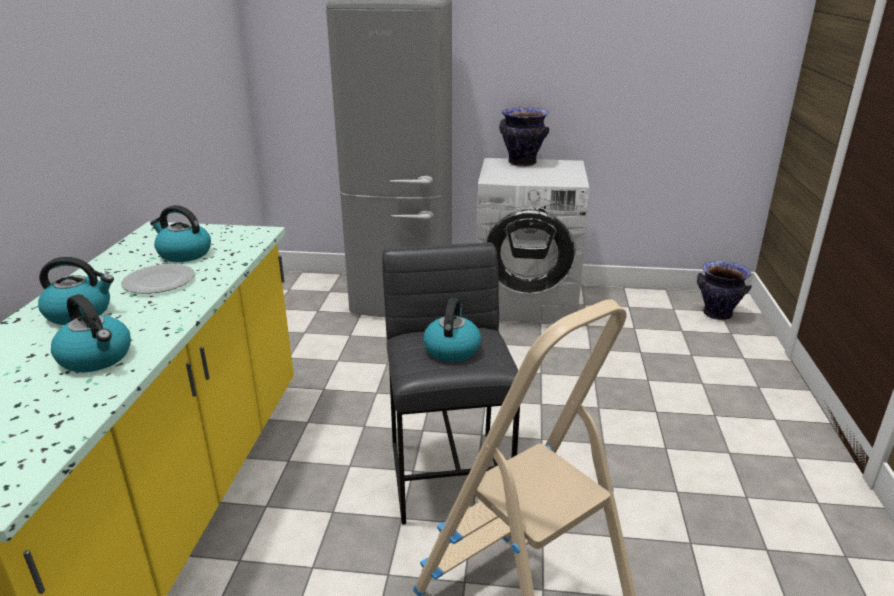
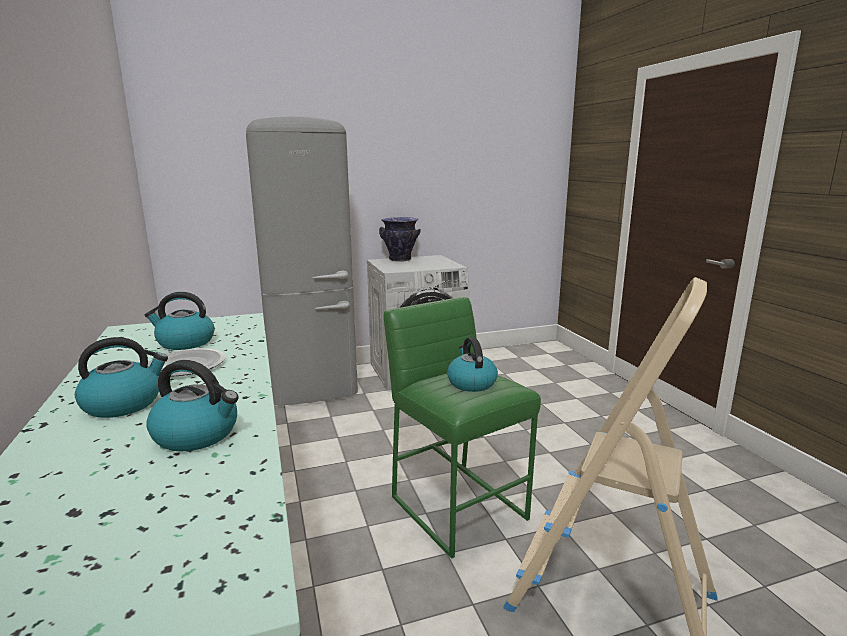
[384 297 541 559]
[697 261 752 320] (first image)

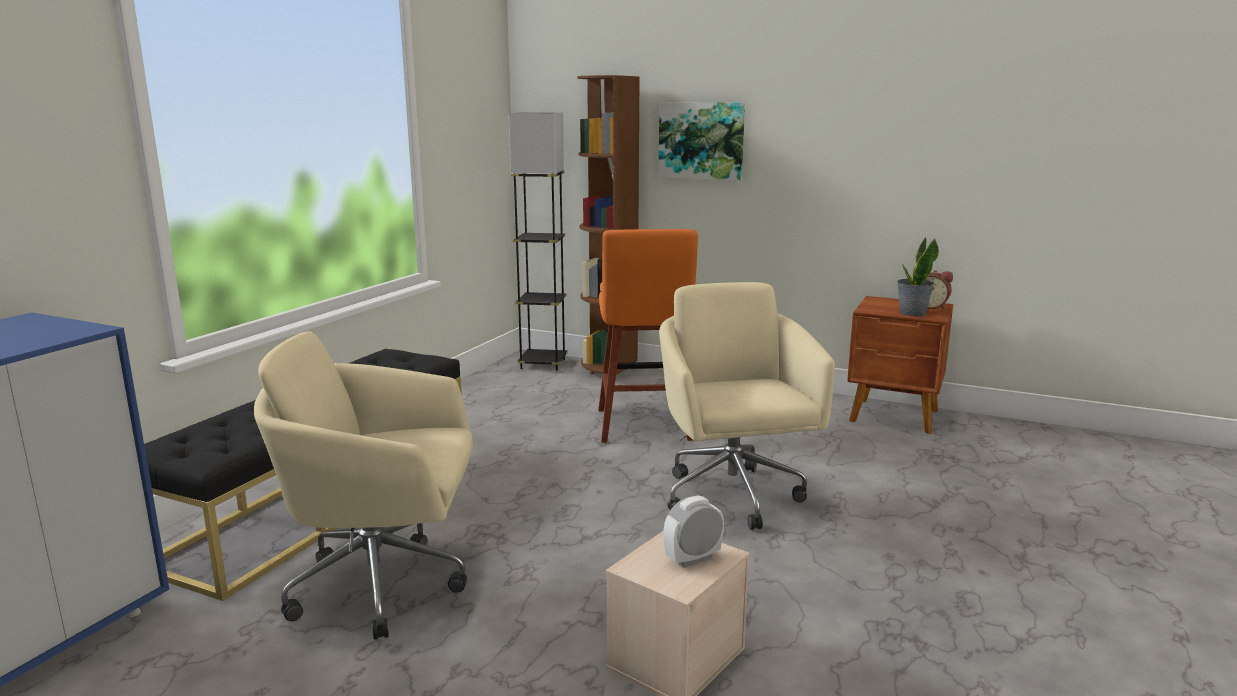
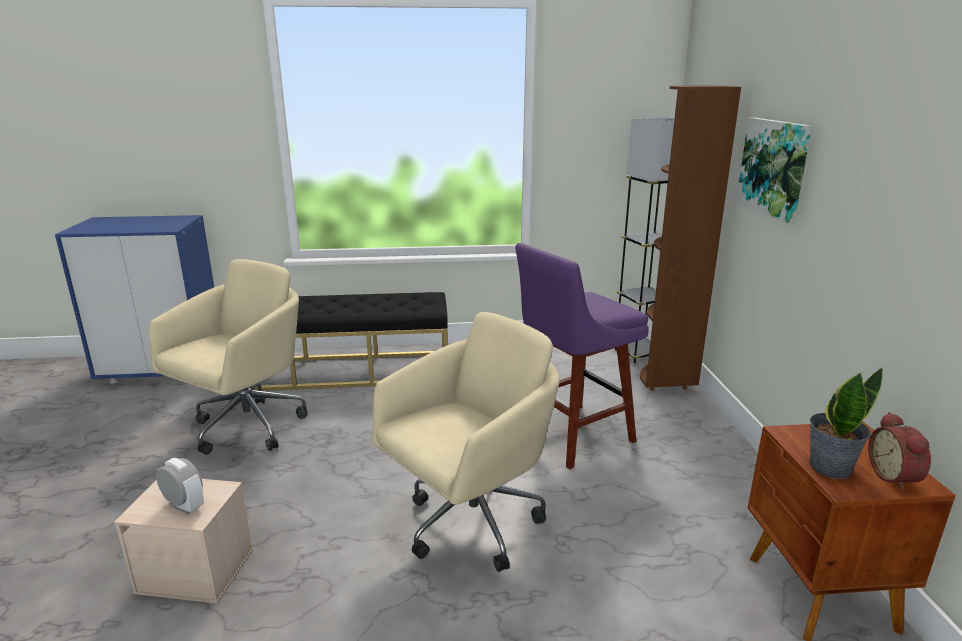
[516 243 649 470]
[149 259 308 454]

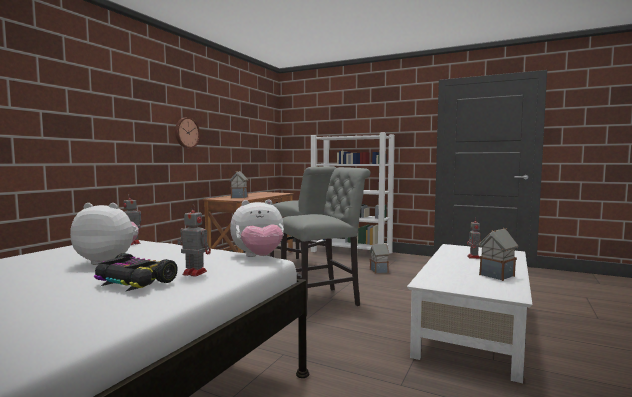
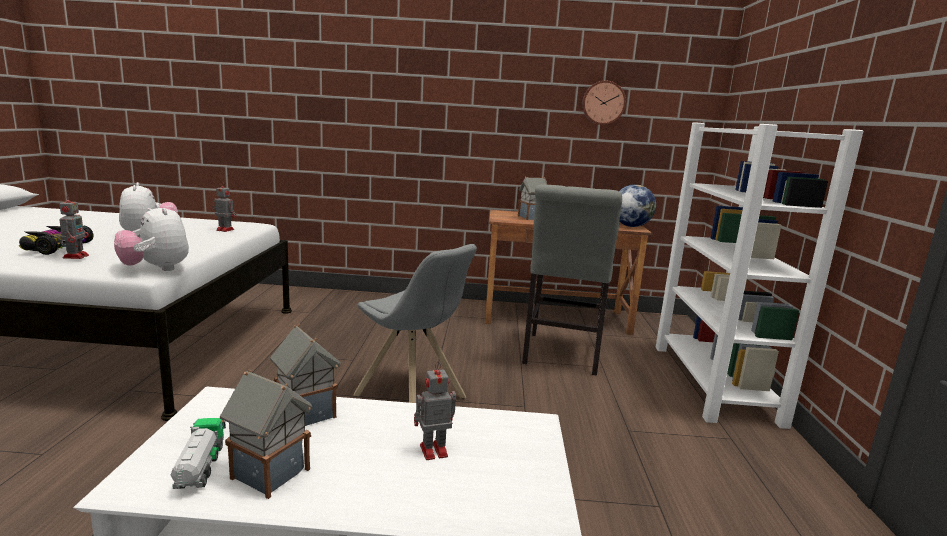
[582 80 626 125]
[353 244 477 403]
[270 324 341 426]
[619 184 656 227]
[171 418 226 489]

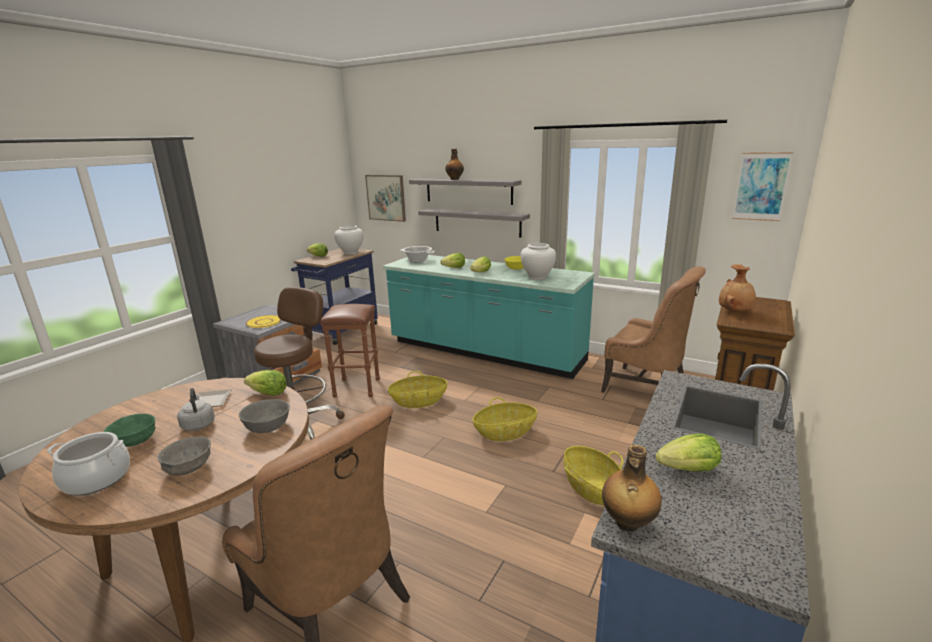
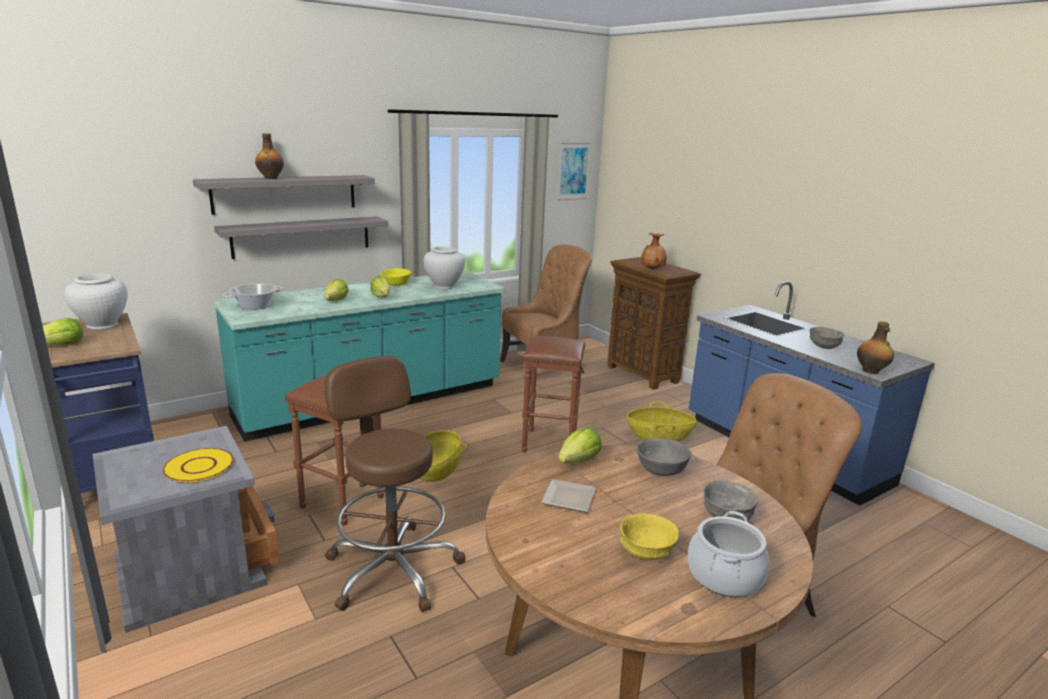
[365 175 406 222] (first image)
[177 388 215 431] (first image)
[522 336 585 452]
[620 513 679 560]
[809 327 845 349]

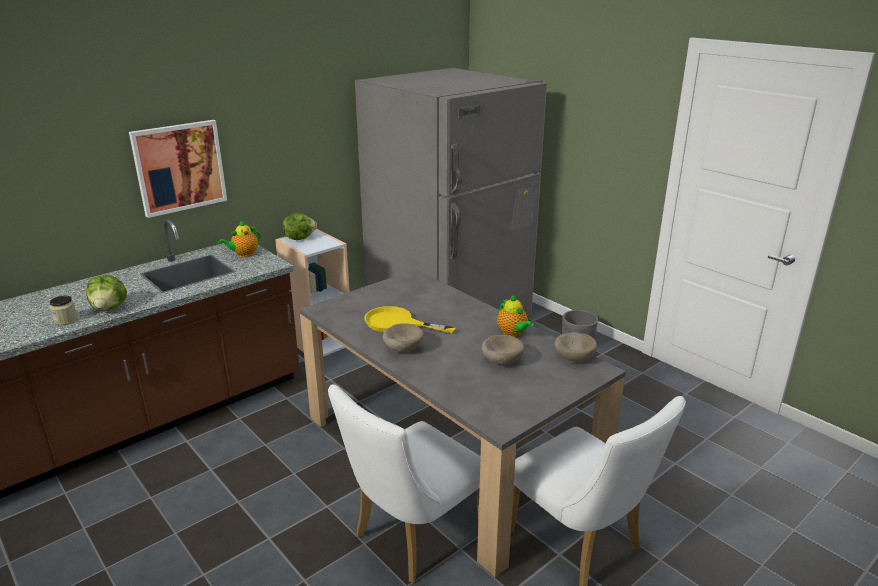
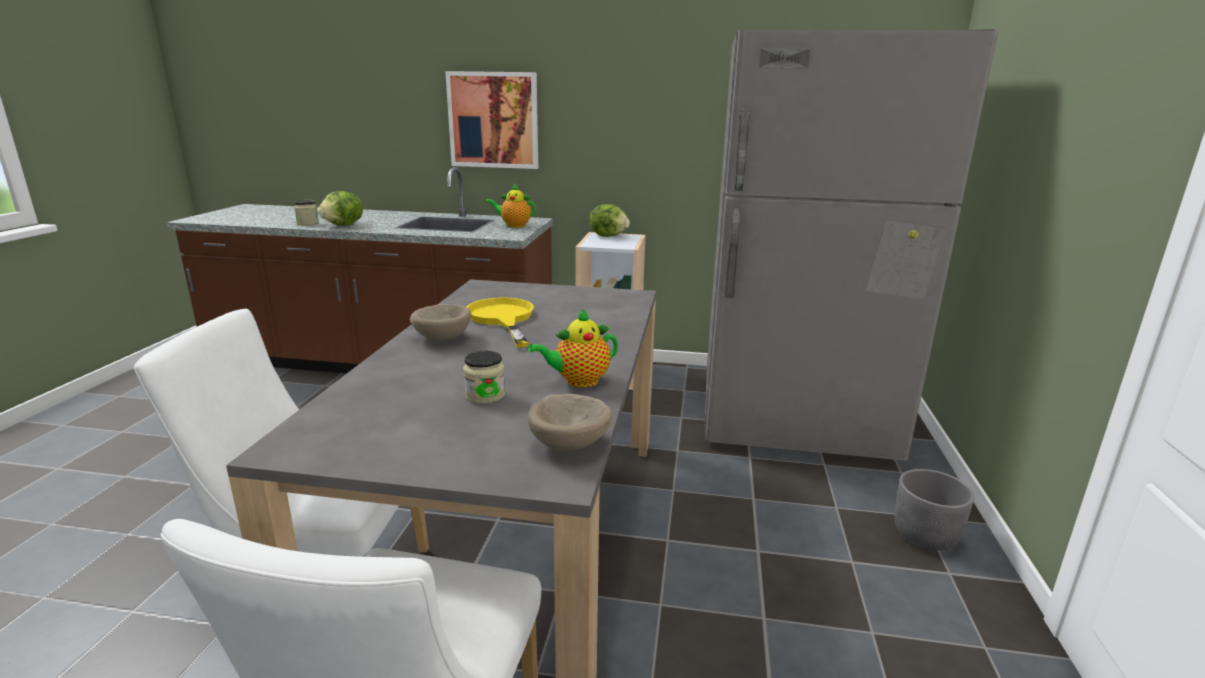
[528 309 618 387]
[463 351 505 404]

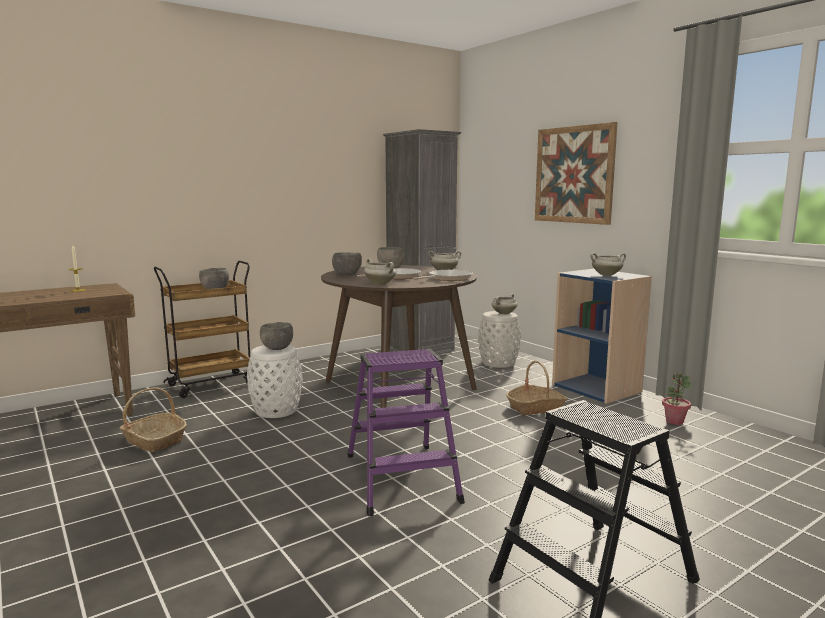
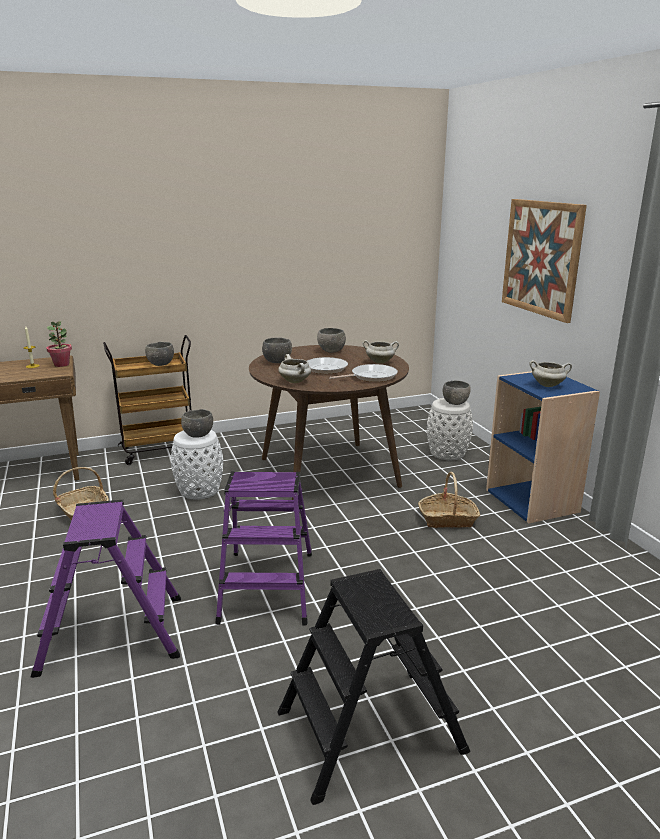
[383 129 461 354] (first image)
[443 380 471 405]
[47 321 72 367]
[31 500 181 678]

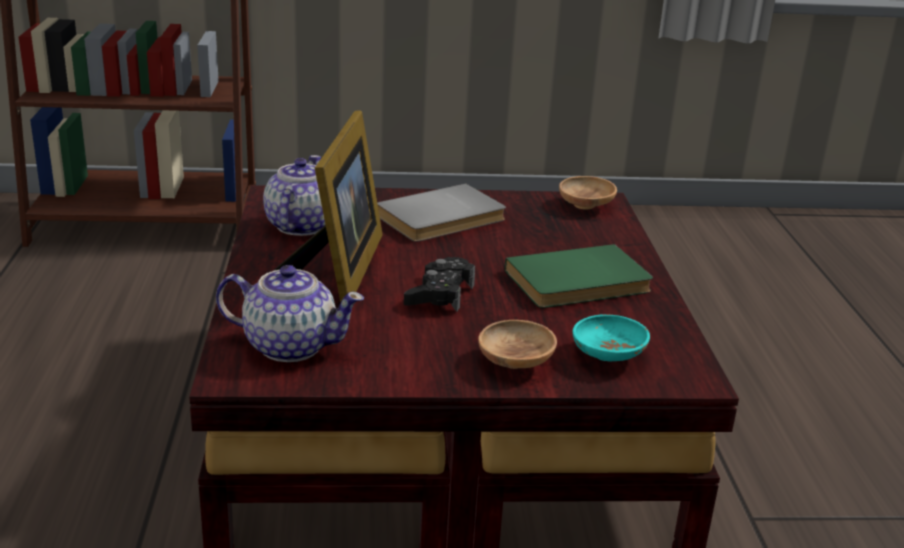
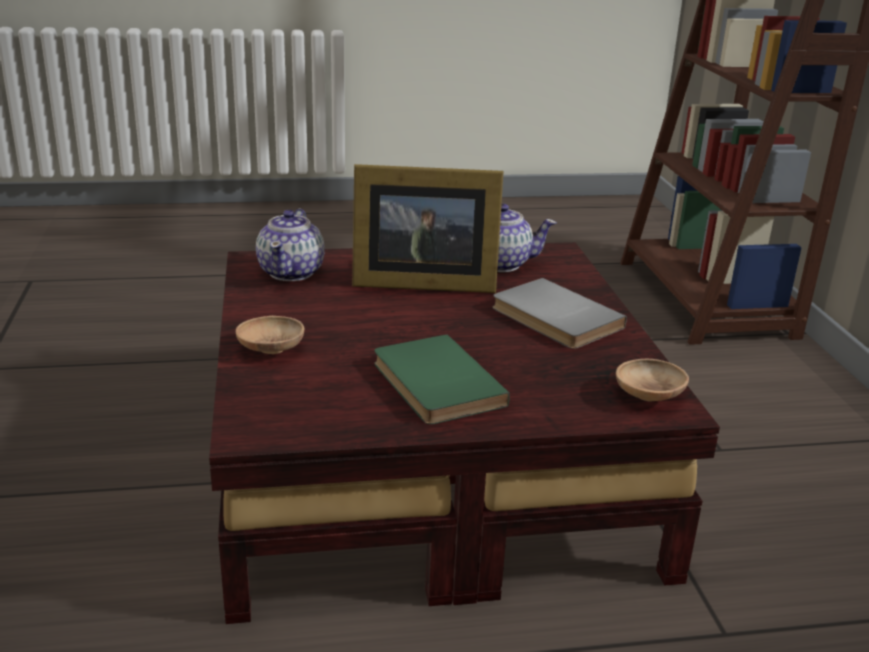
[404 257 475 312] (first image)
[572 314 650 361] (first image)

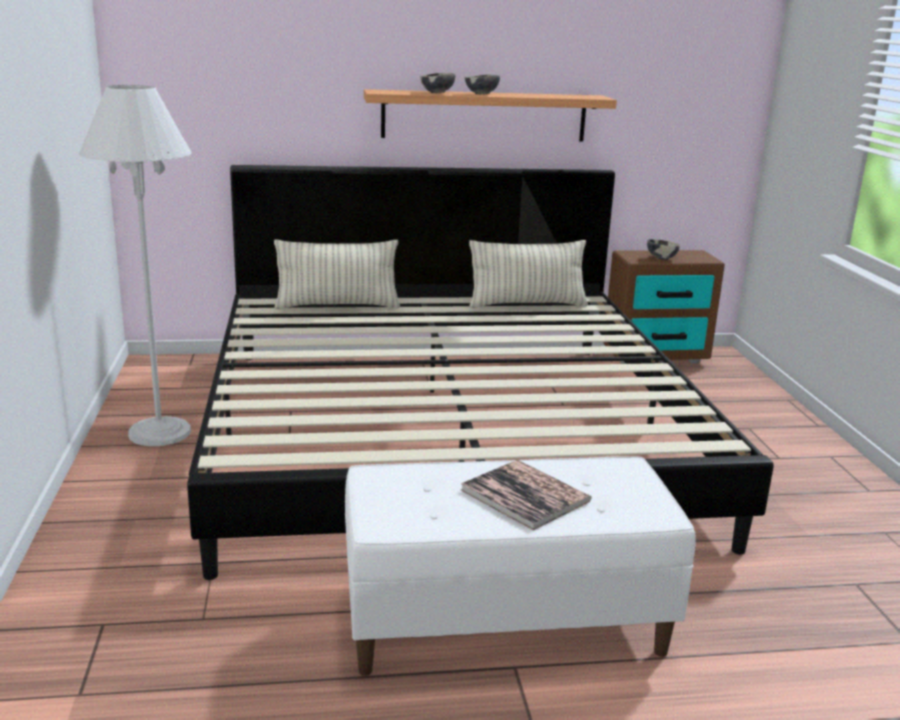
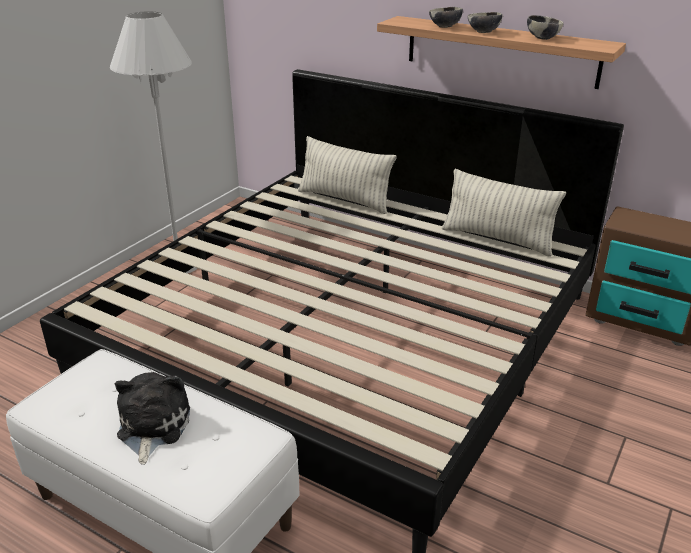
[527 15 564 40]
[115 372 190 465]

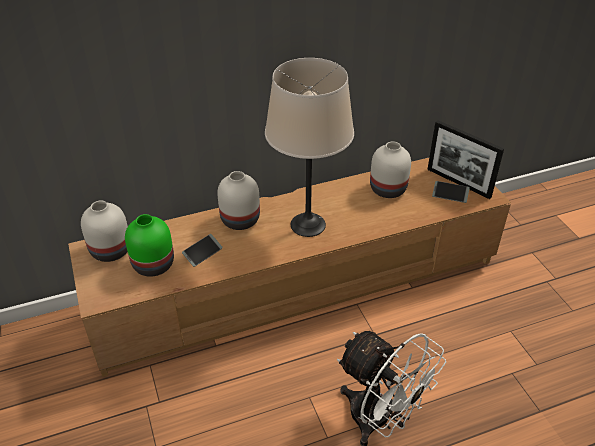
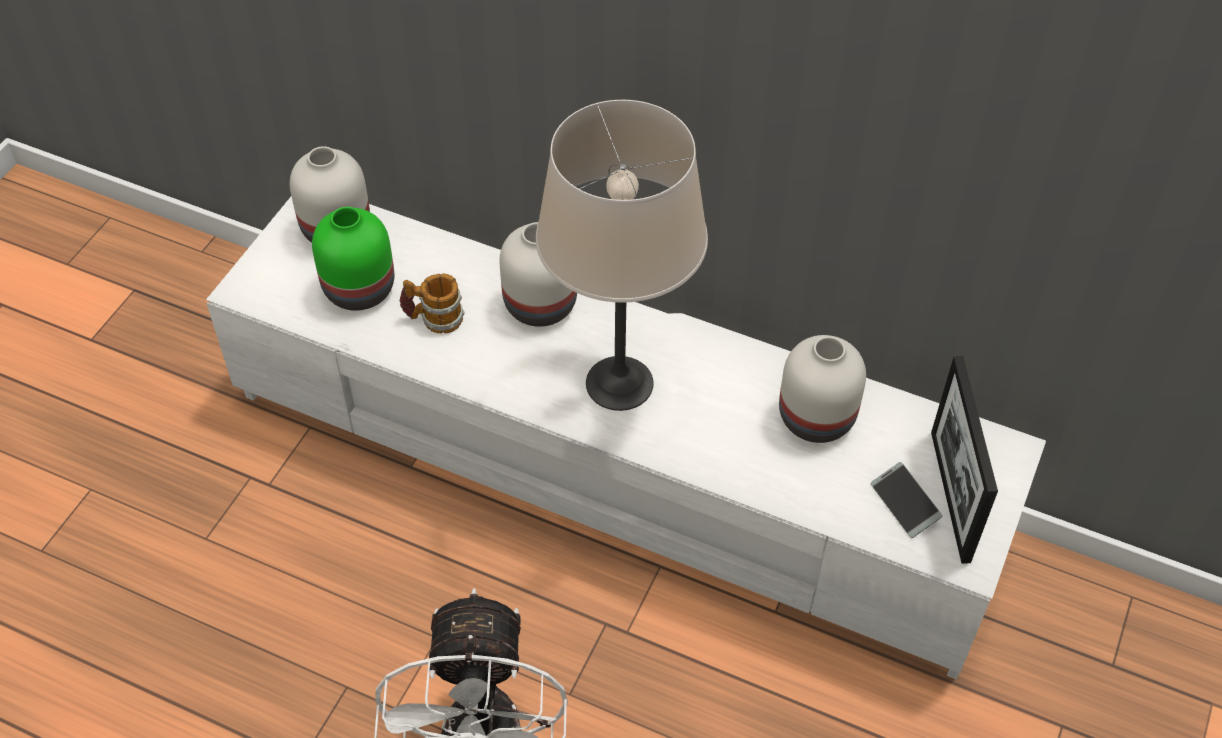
[206 197 1046 680]
[400 274 465 333]

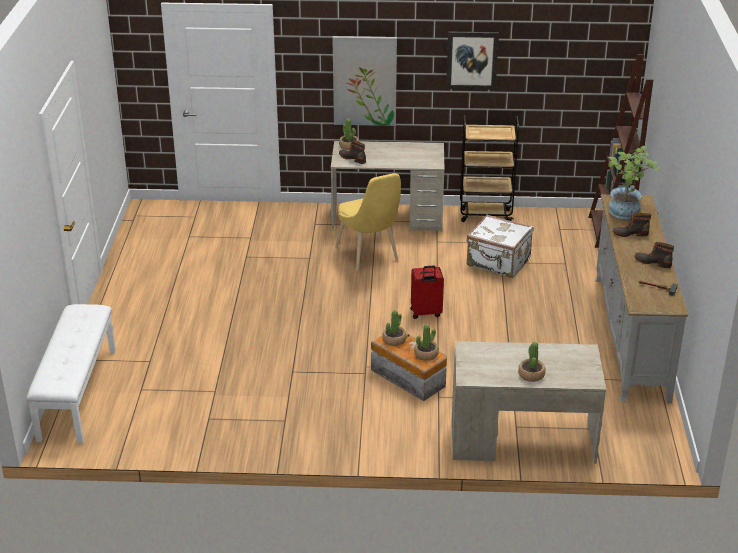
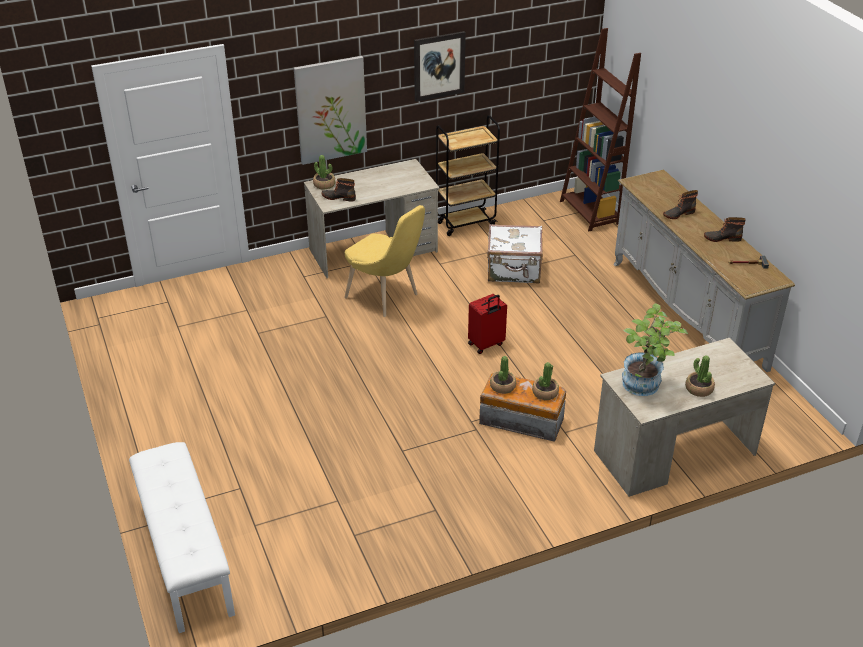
[622 303 688 396]

